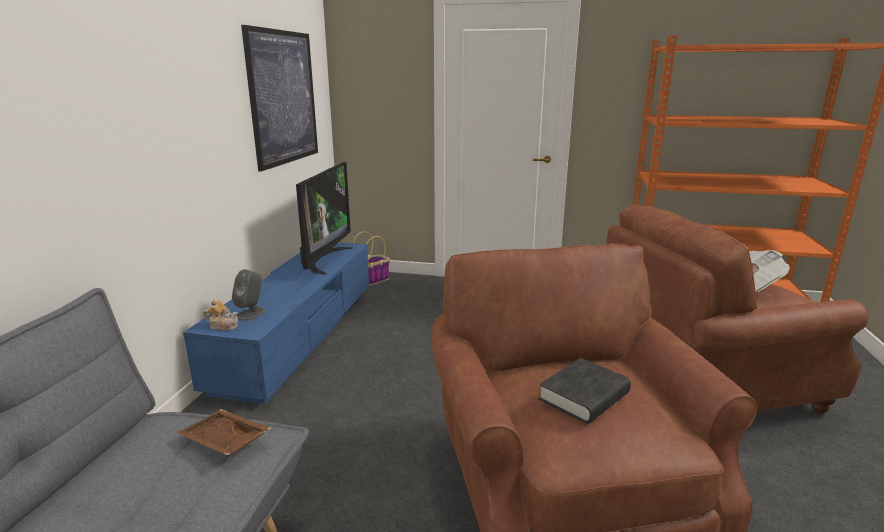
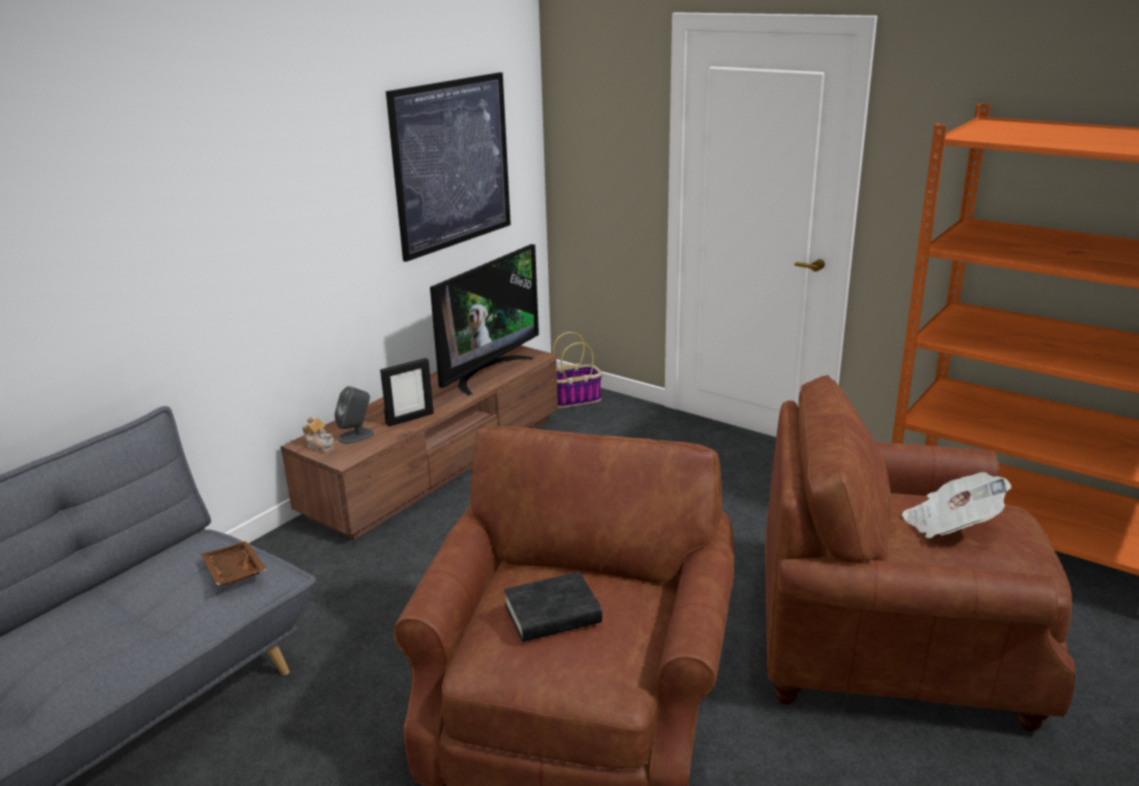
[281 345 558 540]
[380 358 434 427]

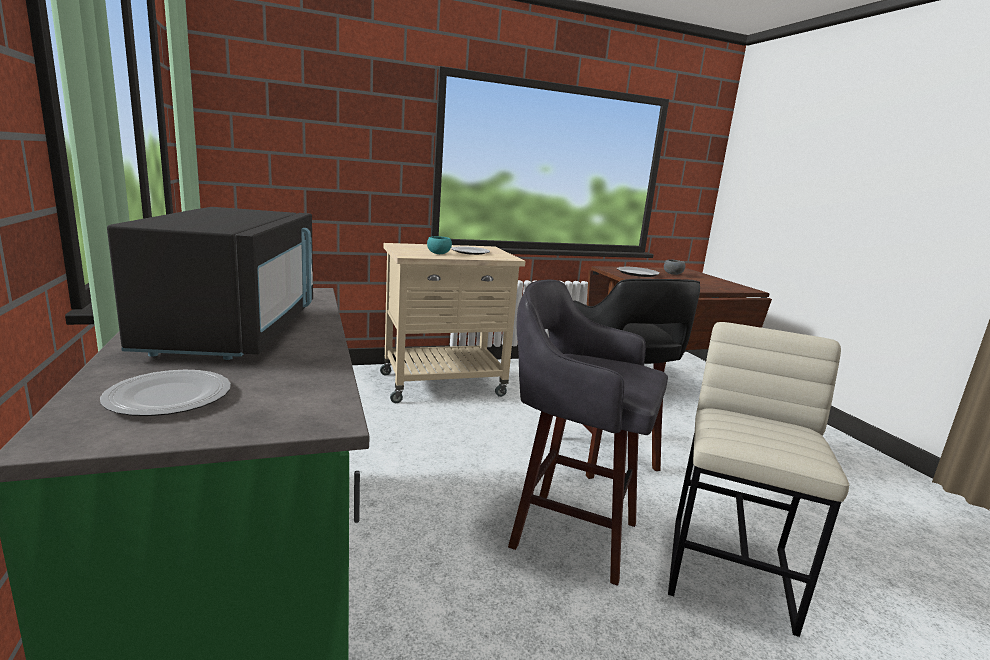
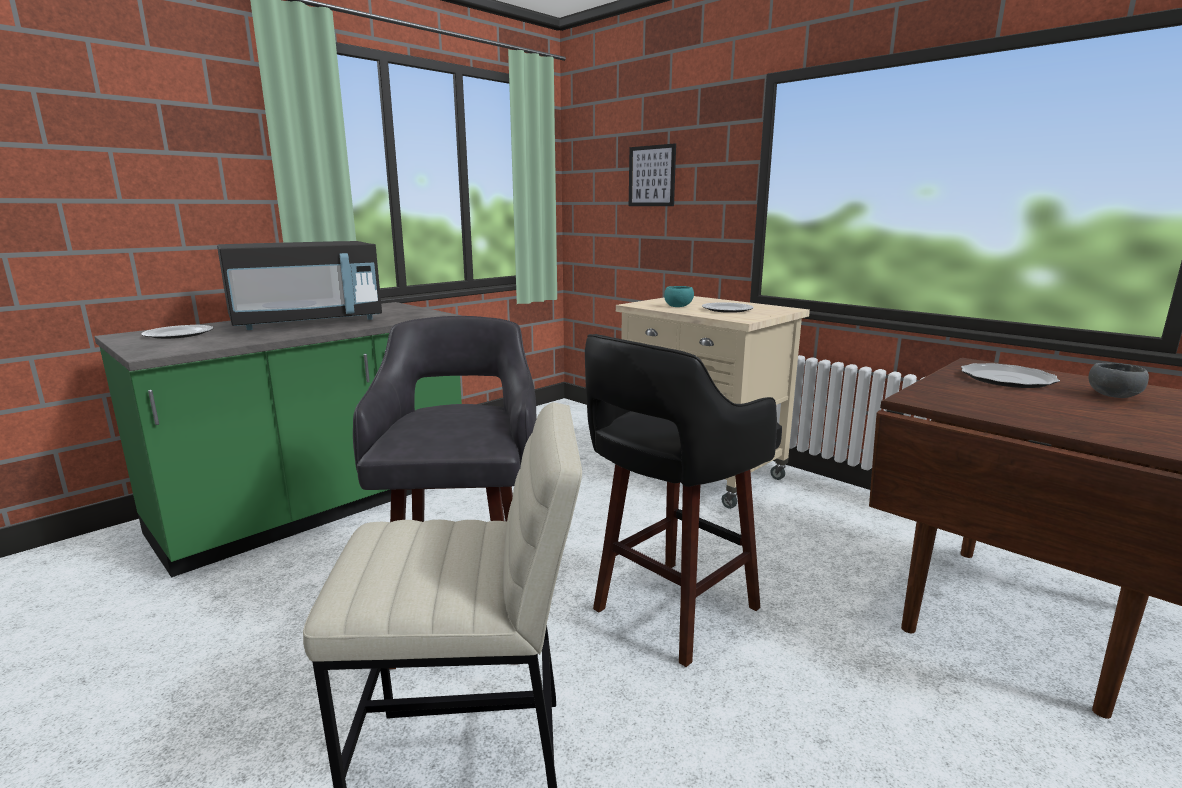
[629 143 676 206]

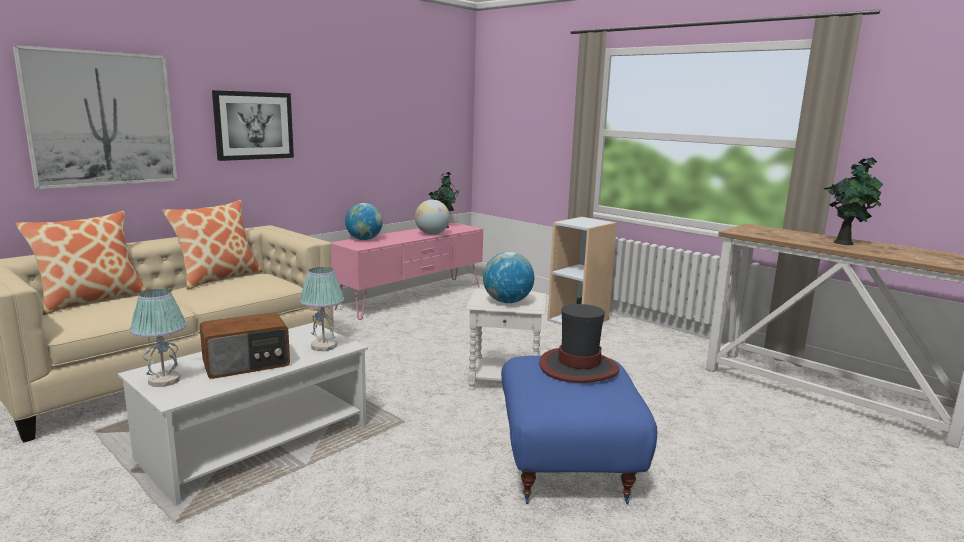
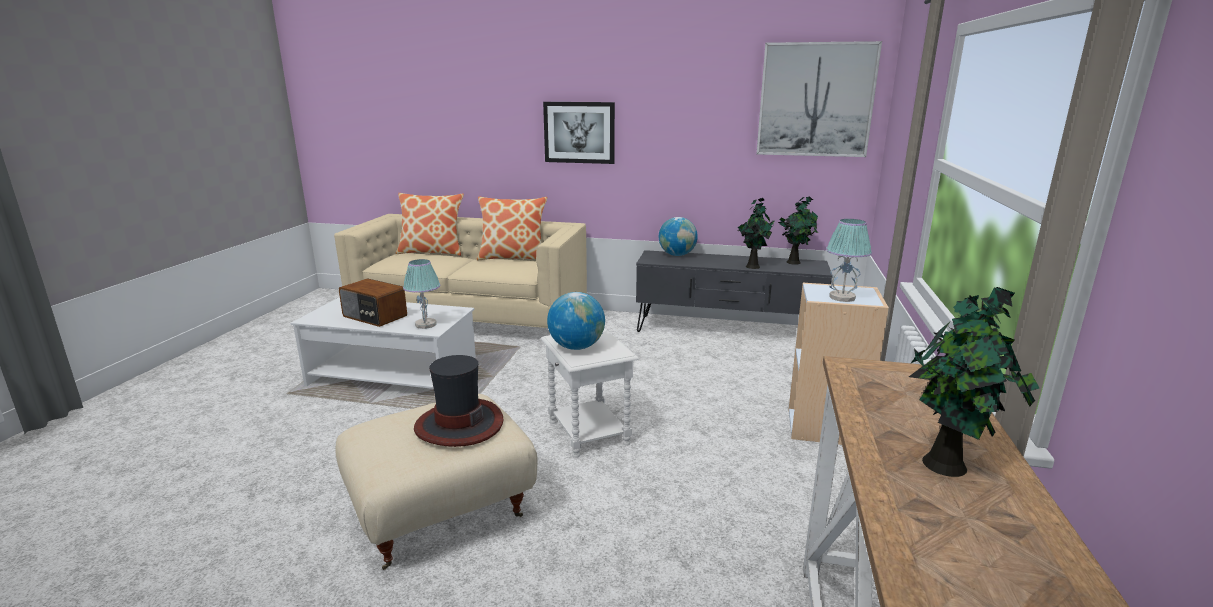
[757 41 882 157]
[737 198 775 269]
[636 250 833 332]
[826 219 872 302]
[336 394 537 570]

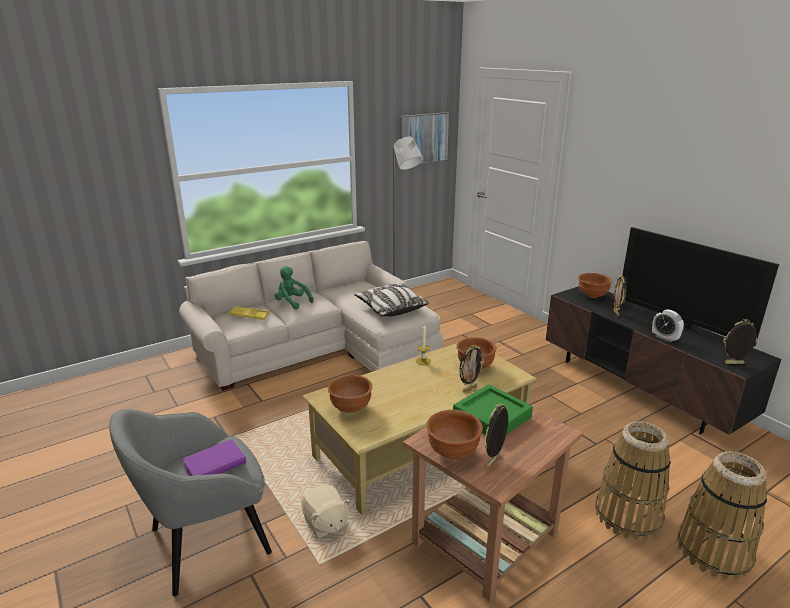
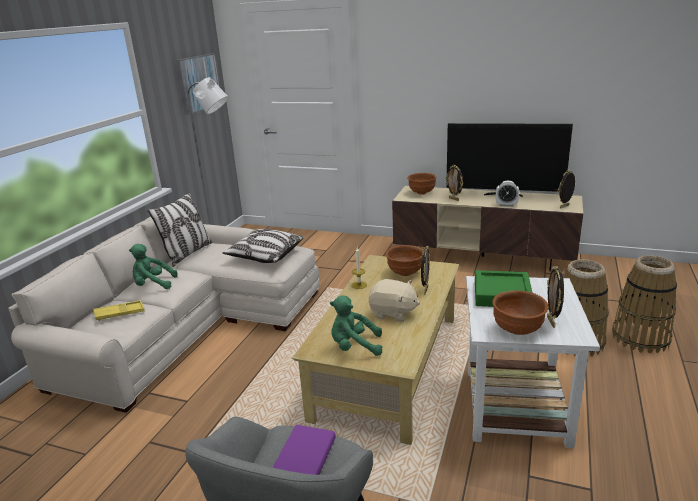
[392 186 583 271]
[330 295 382 356]
[466 276 600 448]
[369 279 420 322]
[148 192 212 267]

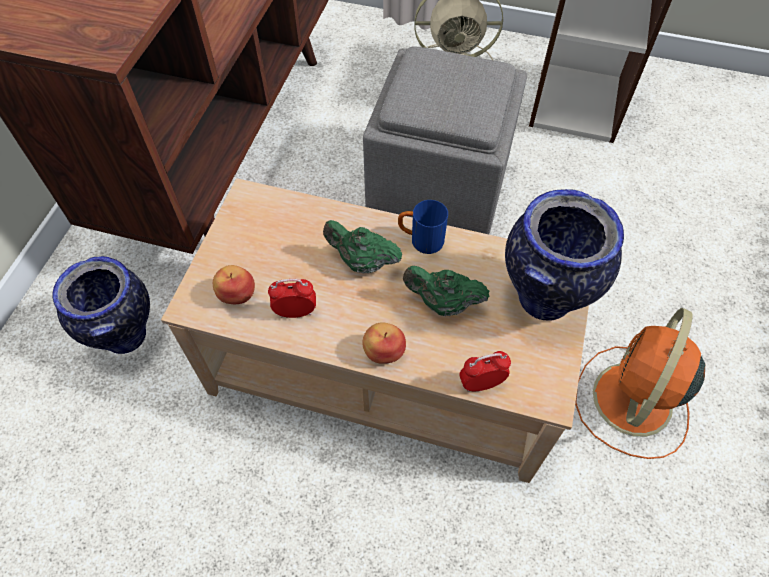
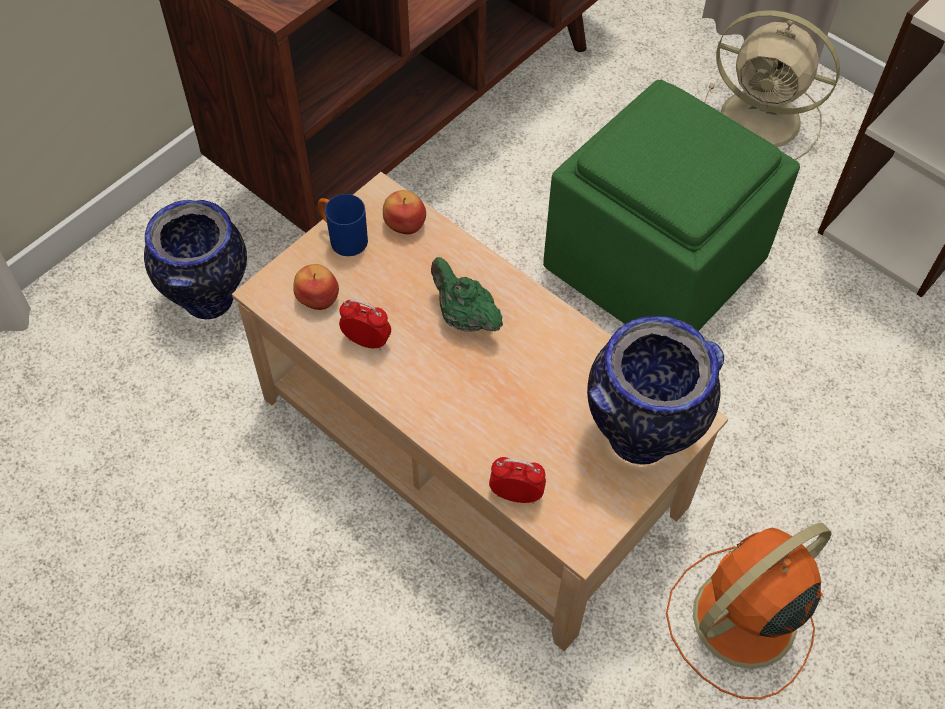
[543 80 800 331]
[318 194 368 256]
[403 266 489 316] (first image)
[383 190 426 234]

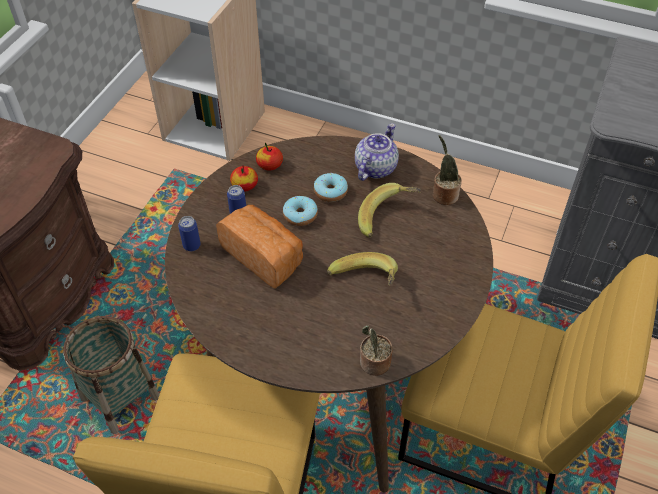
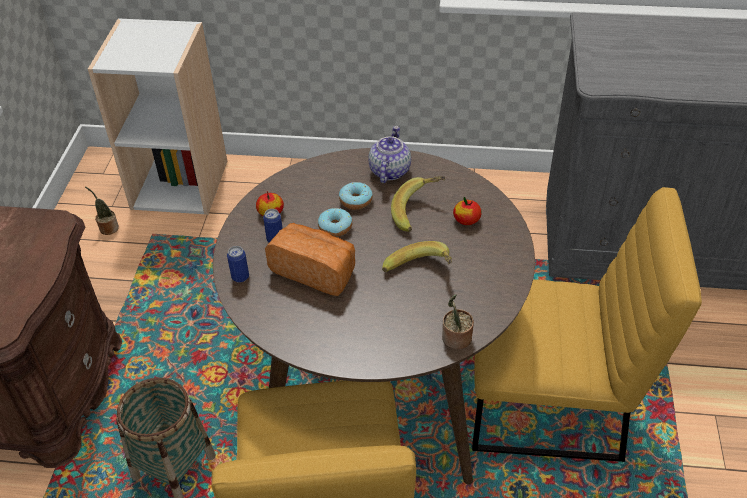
[85 187 119 235]
[453 197 482 225]

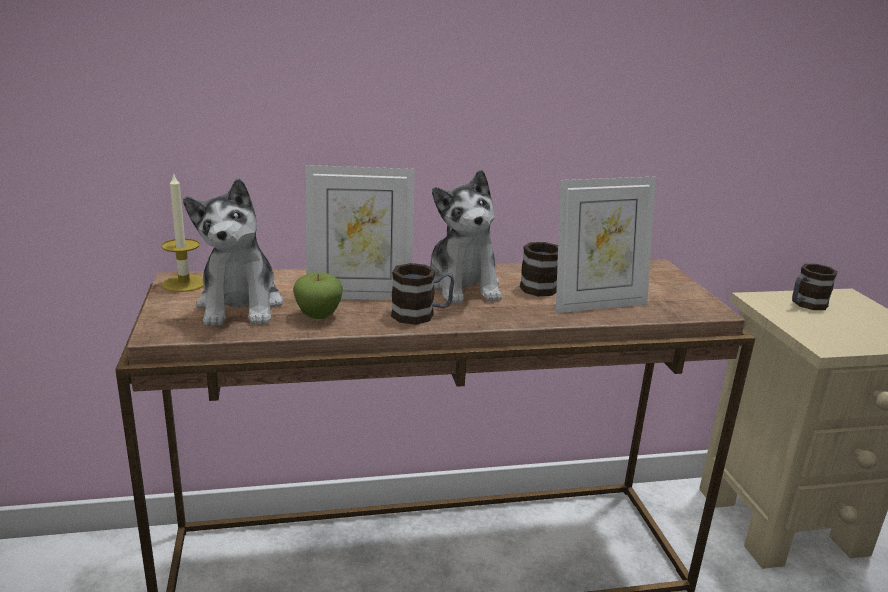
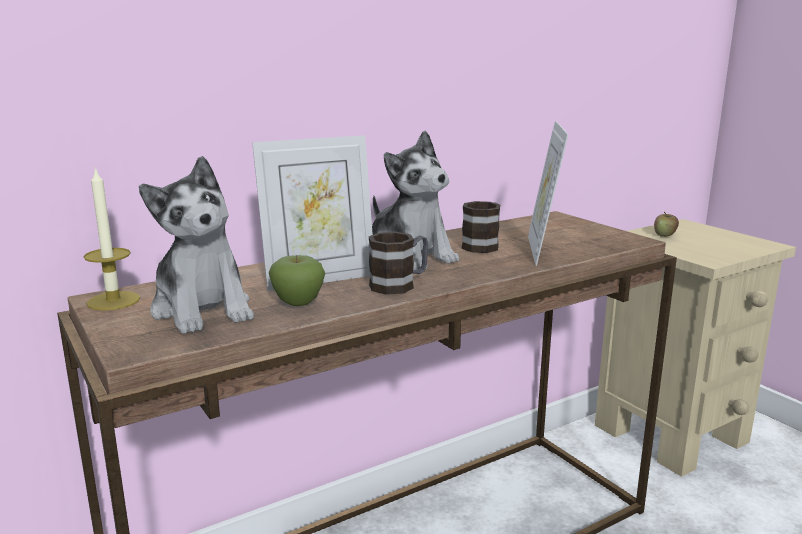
[528 121 569 266]
[654 212 679 237]

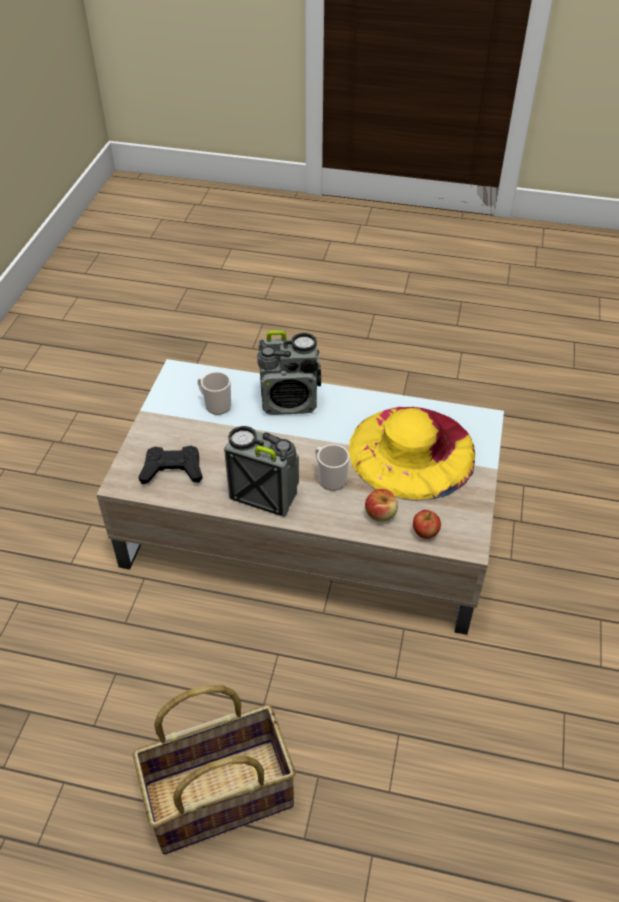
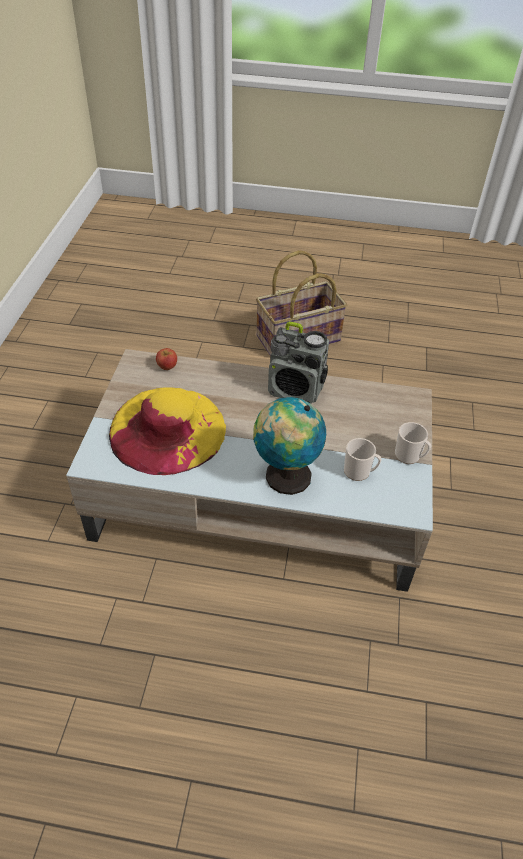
[253 397 326 495]
[395 422 431 464]
[139 446 203 484] (first image)
[365 489 398 522] (first image)

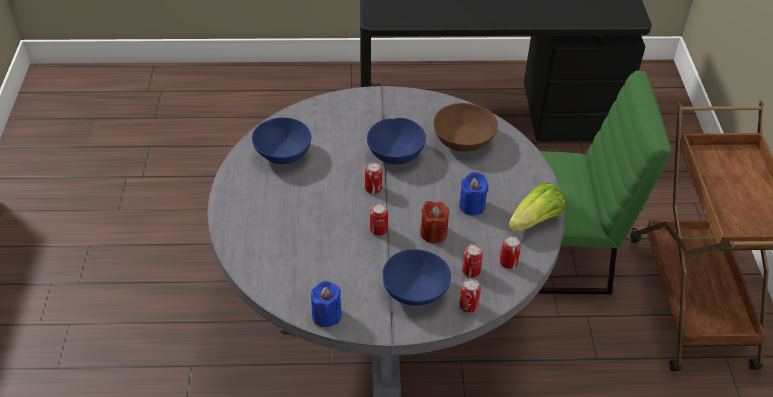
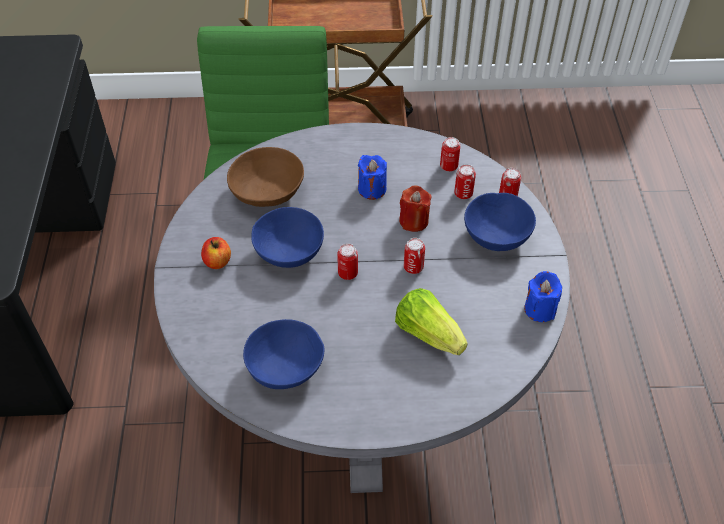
[395 288 468 355]
[201 237 231 269]

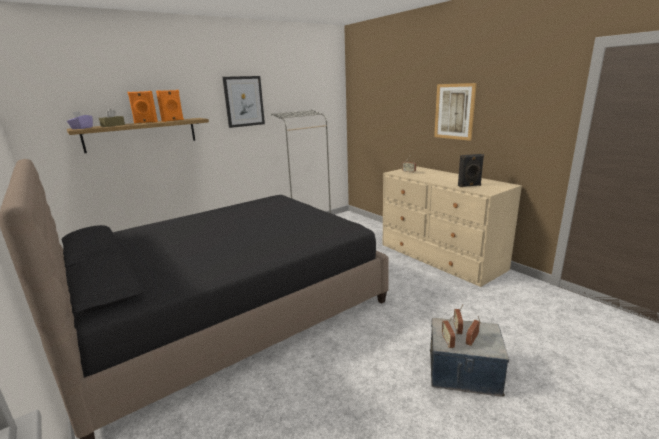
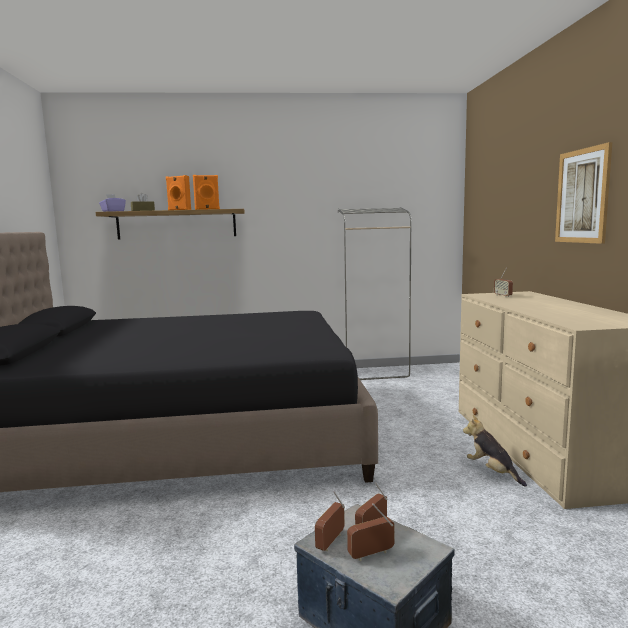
[222 76 265 128] (first image)
[458 154 484 187] (first image)
[463 415 527 486]

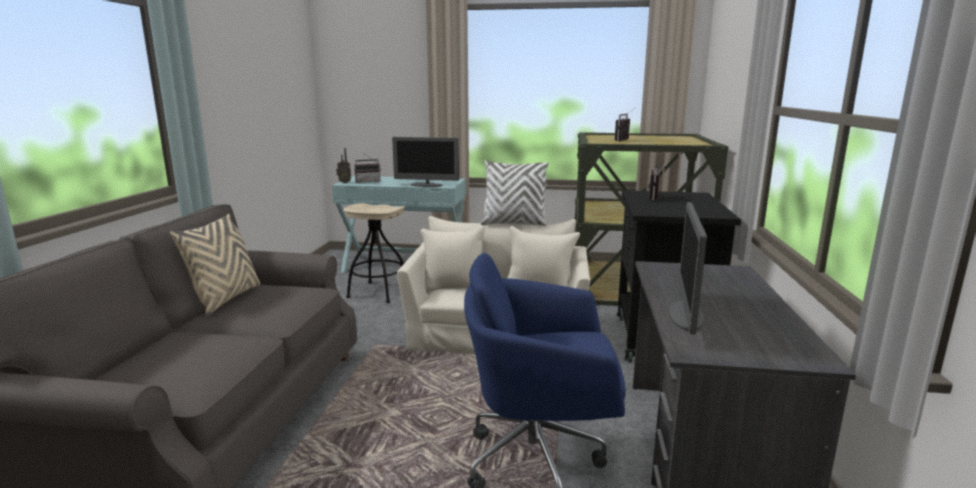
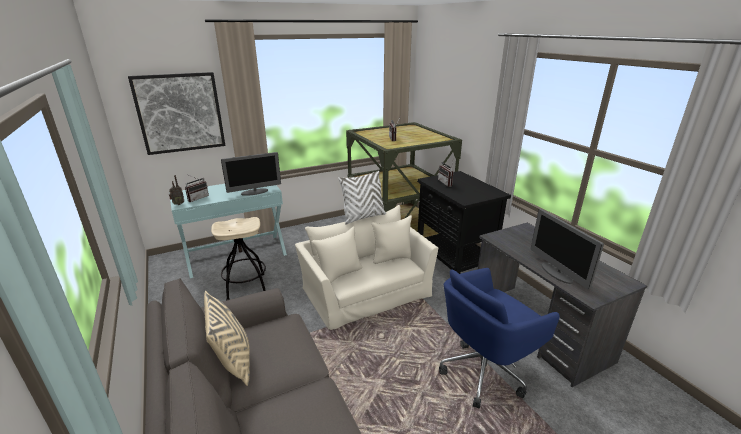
[128 72 226 155]

